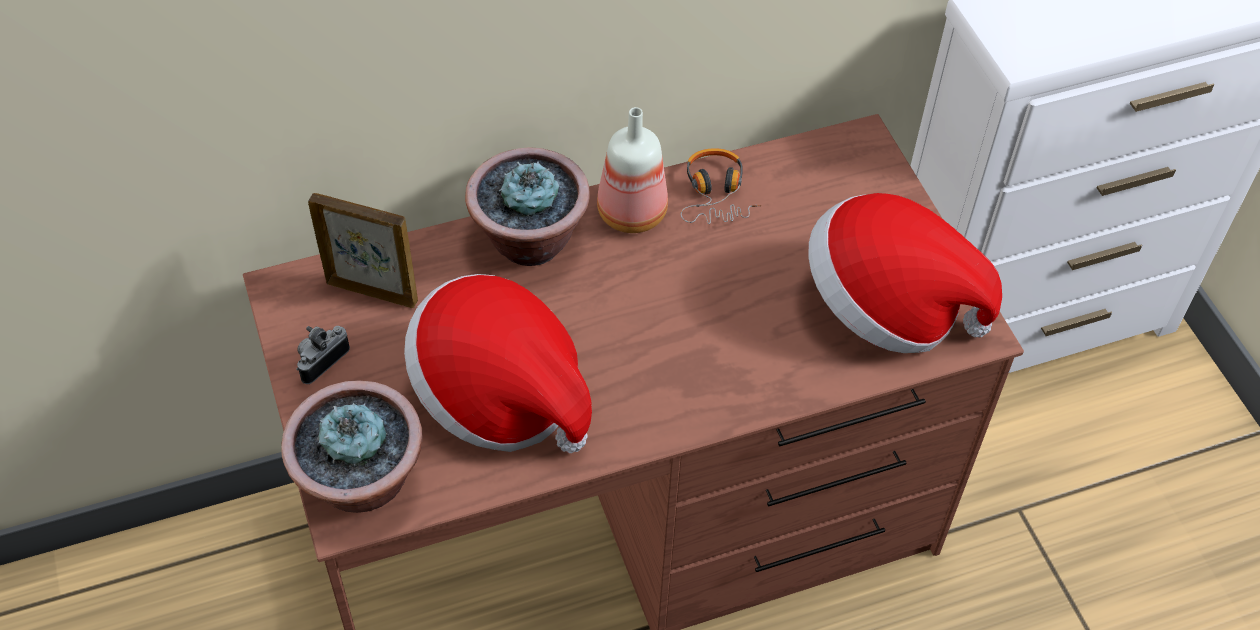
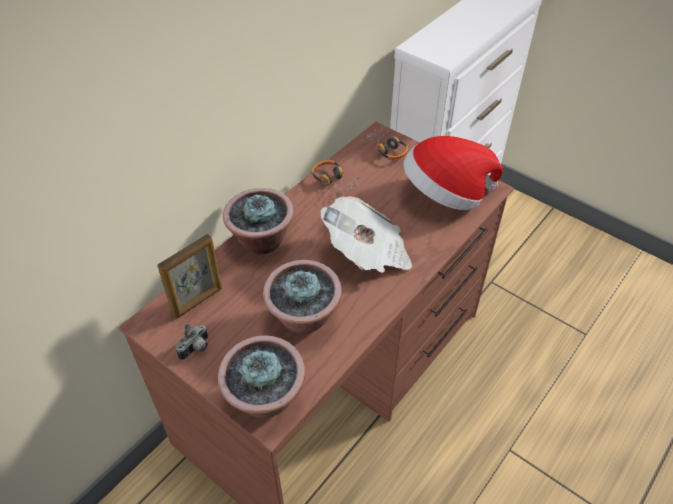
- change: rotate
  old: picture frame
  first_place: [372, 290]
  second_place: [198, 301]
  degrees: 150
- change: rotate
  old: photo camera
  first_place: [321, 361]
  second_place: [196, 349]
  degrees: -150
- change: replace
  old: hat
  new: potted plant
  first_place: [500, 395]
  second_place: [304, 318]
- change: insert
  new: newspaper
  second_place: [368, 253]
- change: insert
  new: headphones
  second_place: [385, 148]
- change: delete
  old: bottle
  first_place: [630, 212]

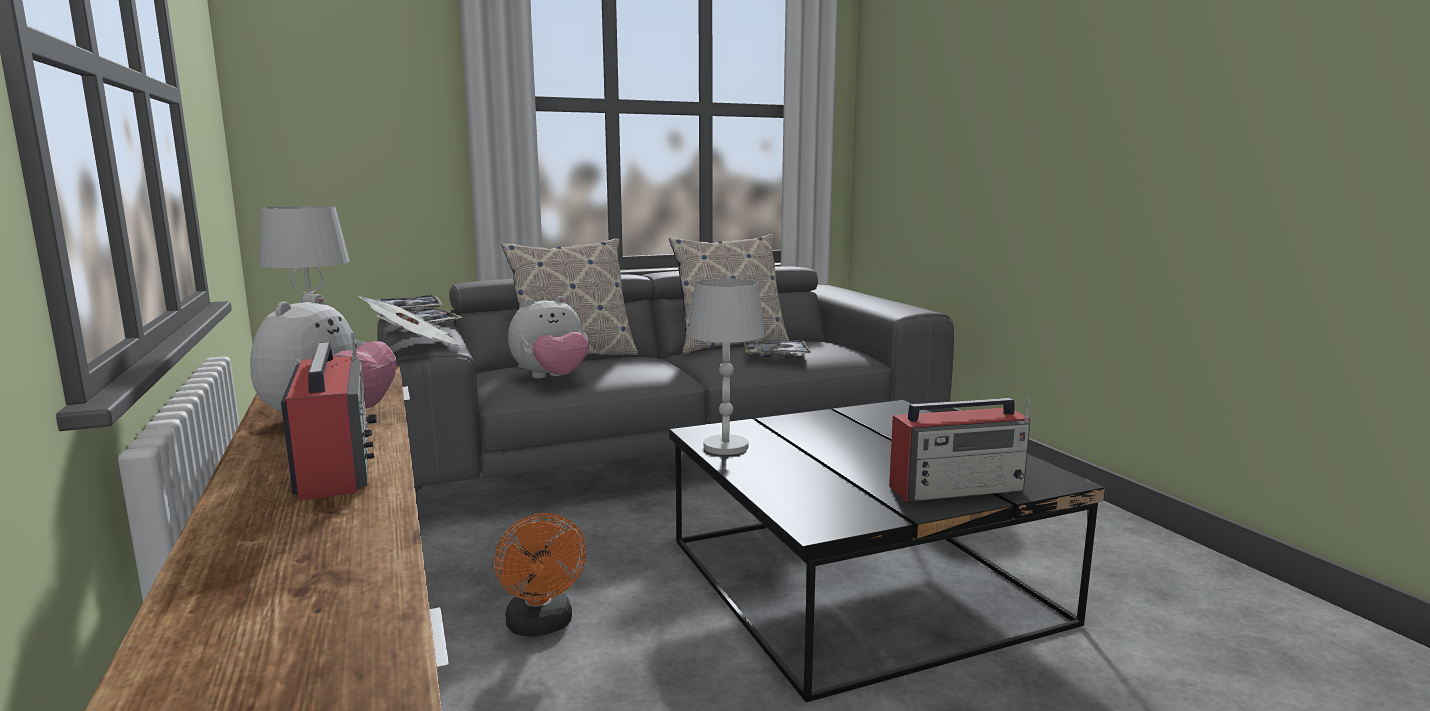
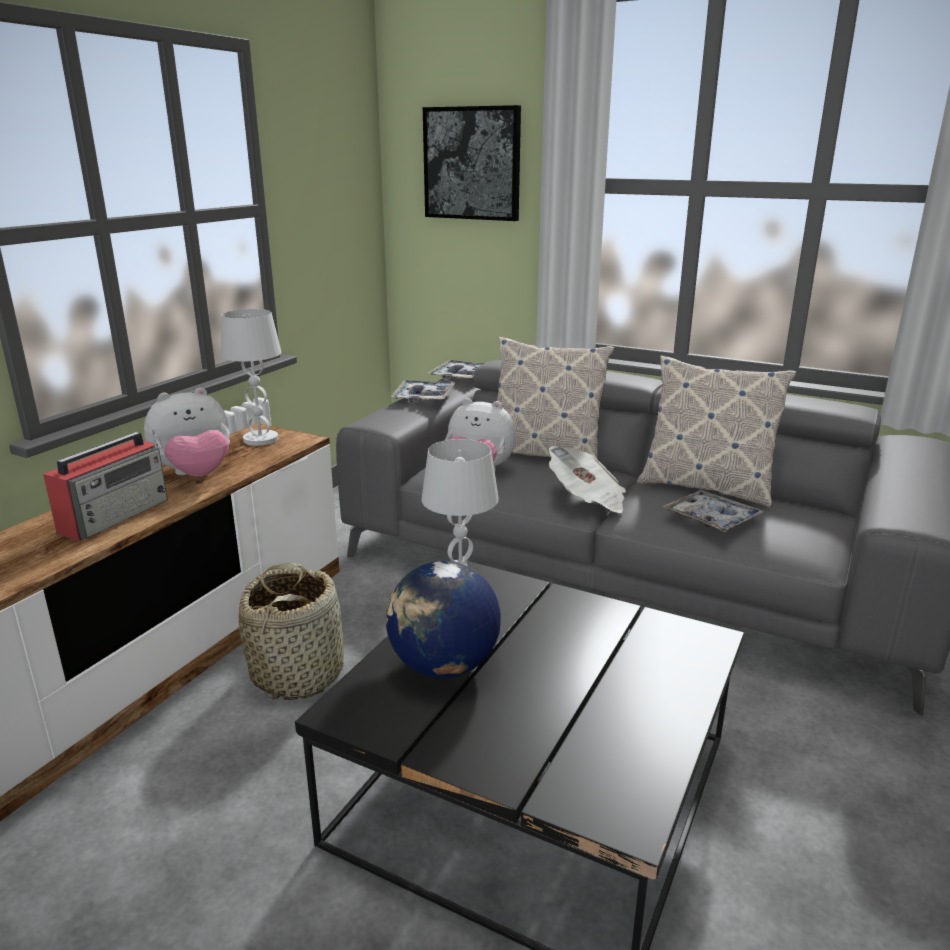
- change: replace
  old: fan (orange)
  new: basket
  first_place: [542, 626]
  second_place: [298, 672]
- change: insert
  new: globe
  second_place: [443, 666]
- change: insert
  new: picture
  second_place: [472, 163]
- change: move
  old: newspaper
  first_place: [415, 346]
  second_place: [587, 499]
- change: delete
  old: radio
  first_place: [958, 489]

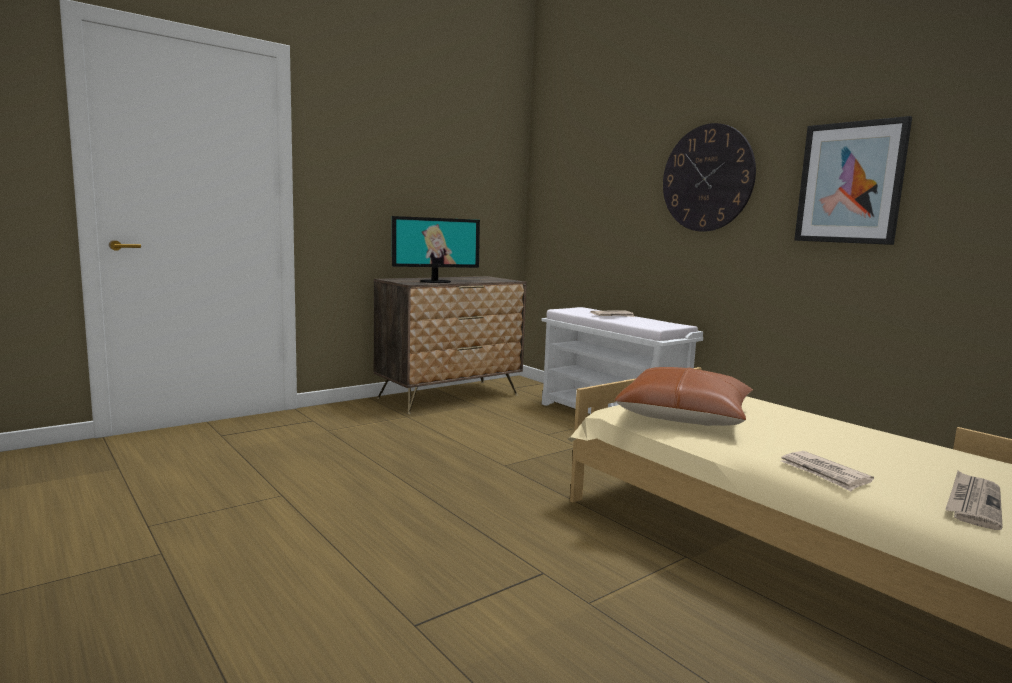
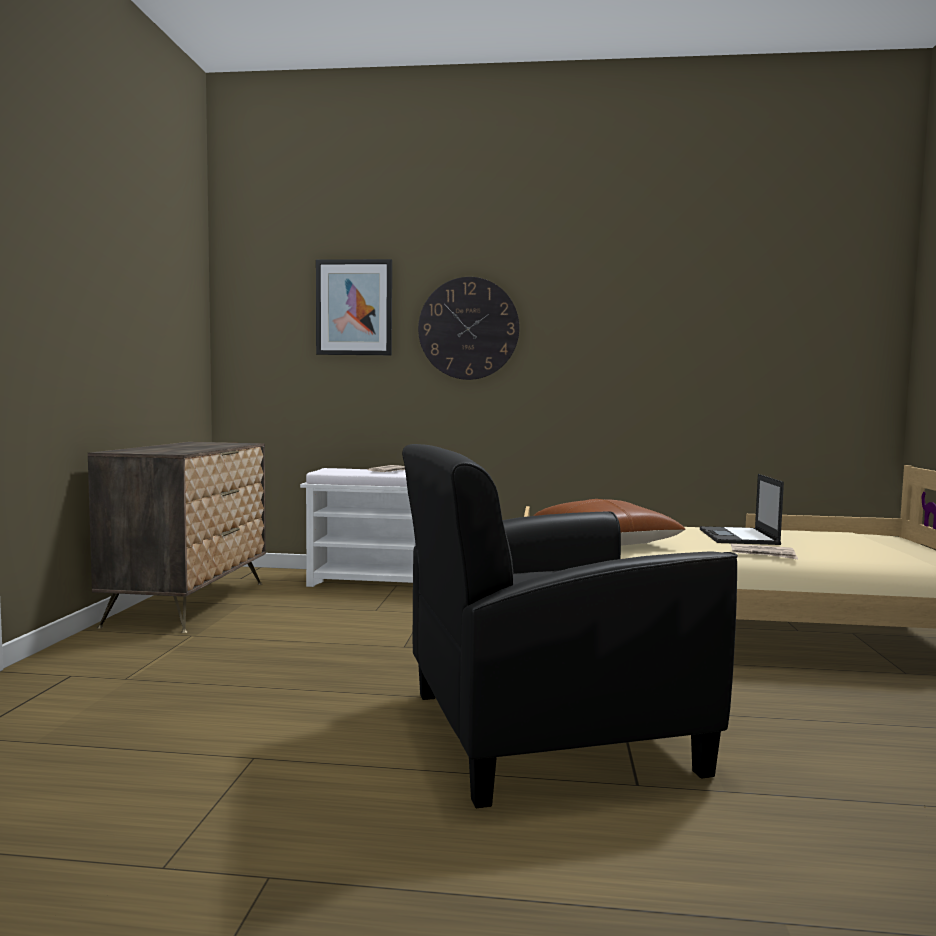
- change: move
  old: picture
  first_place: [850, 183]
  second_place: [354, 307]
- change: insert
  new: armchair (black)
  second_place: [545, 731]
- change: insert
  new: laptop
  second_place: [739, 537]
- change: delete
  old: monitor
  first_place: [435, 281]
- change: delete
  old: newspaper
  first_place: [973, 503]

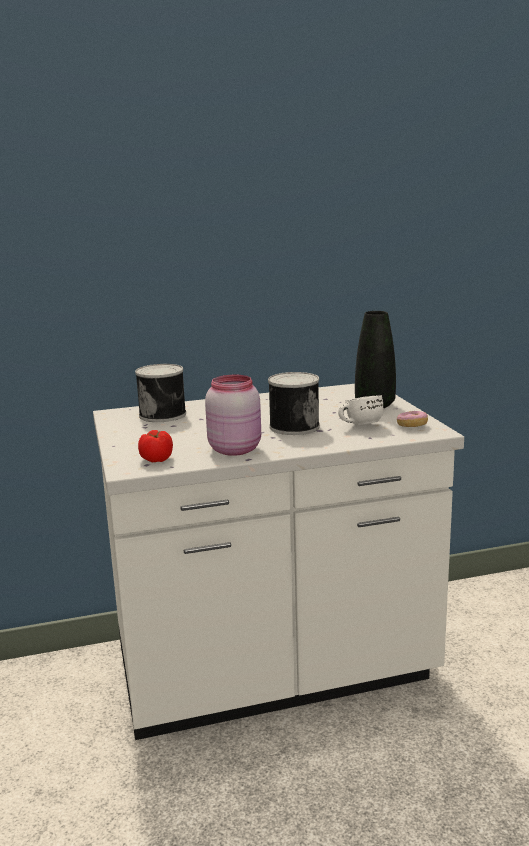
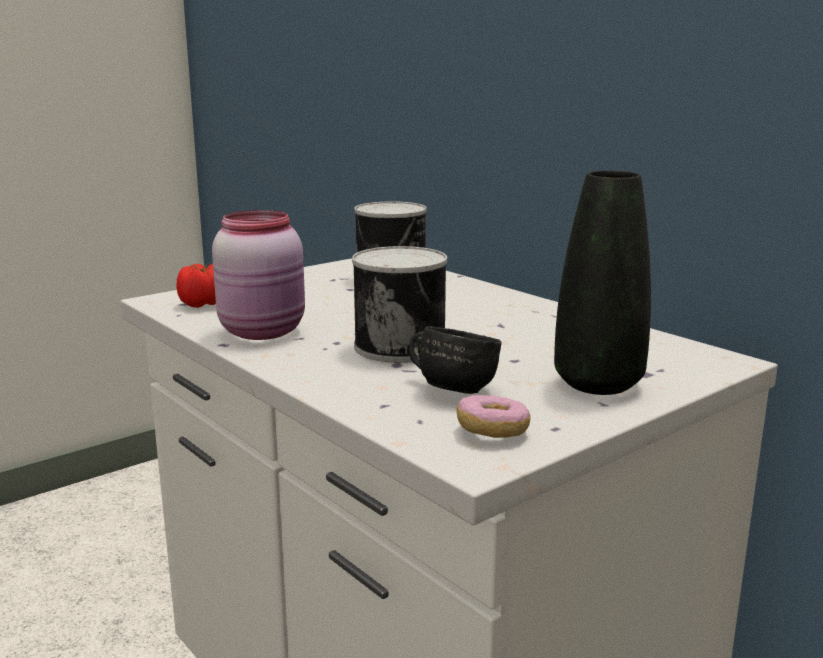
- change: recolor
  old: mug (white)
  new: mug (black)
  first_place: [359, 425]
  second_place: [451, 387]

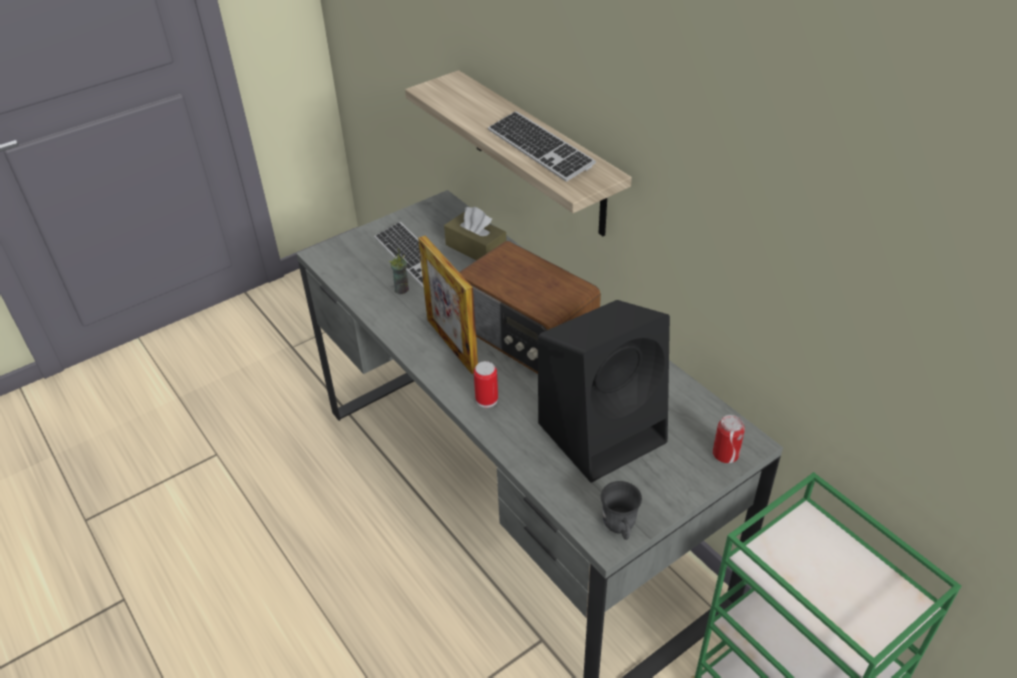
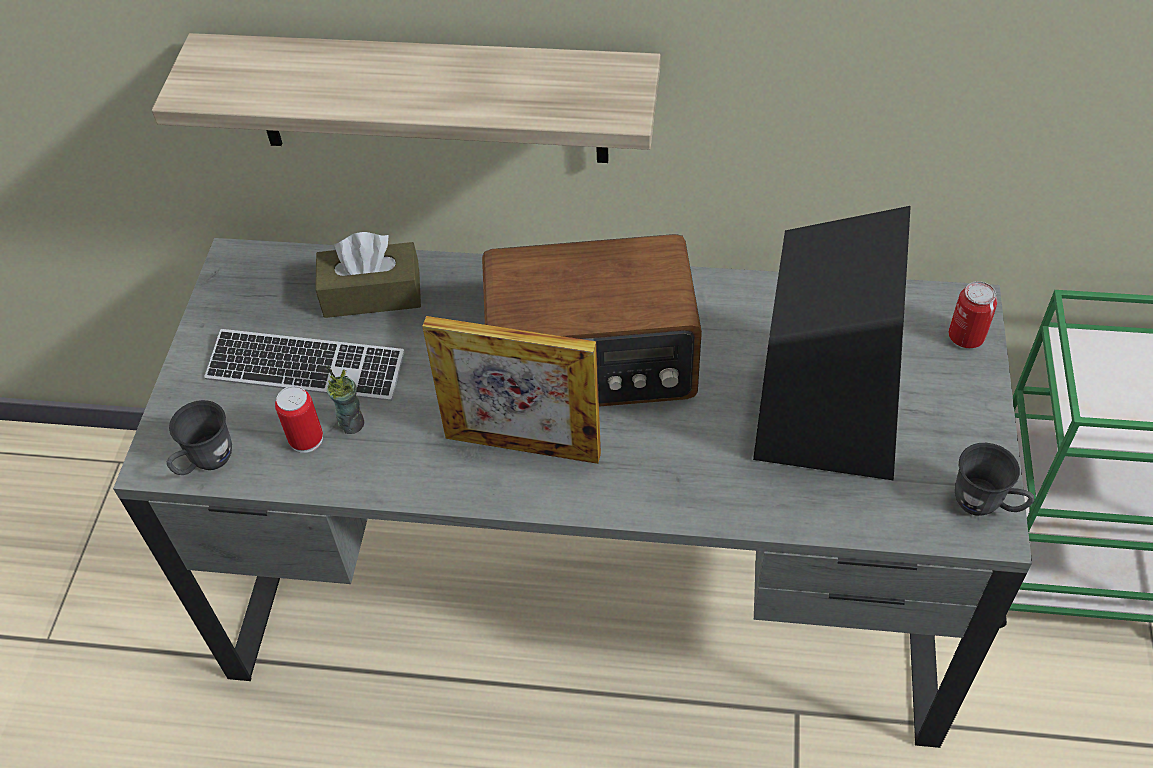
- change: insert
  new: mug (grey)
  second_place: [206, 463]
- change: move
  old: can
  first_place: [486, 400]
  second_place: [306, 439]
- change: delete
  old: keyboard
  first_place: [539, 149]

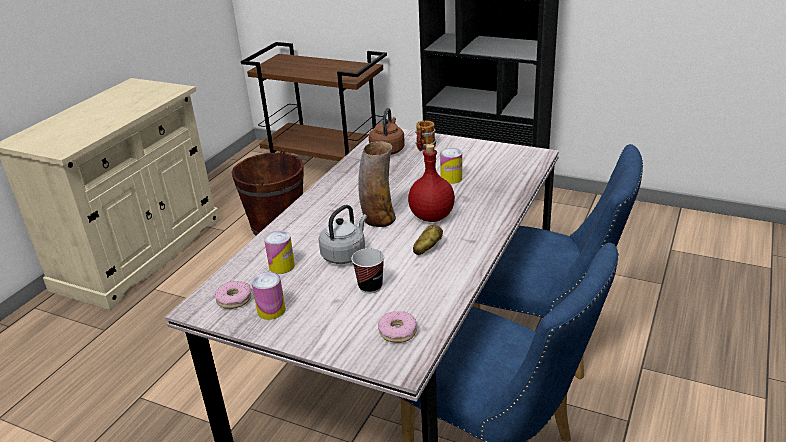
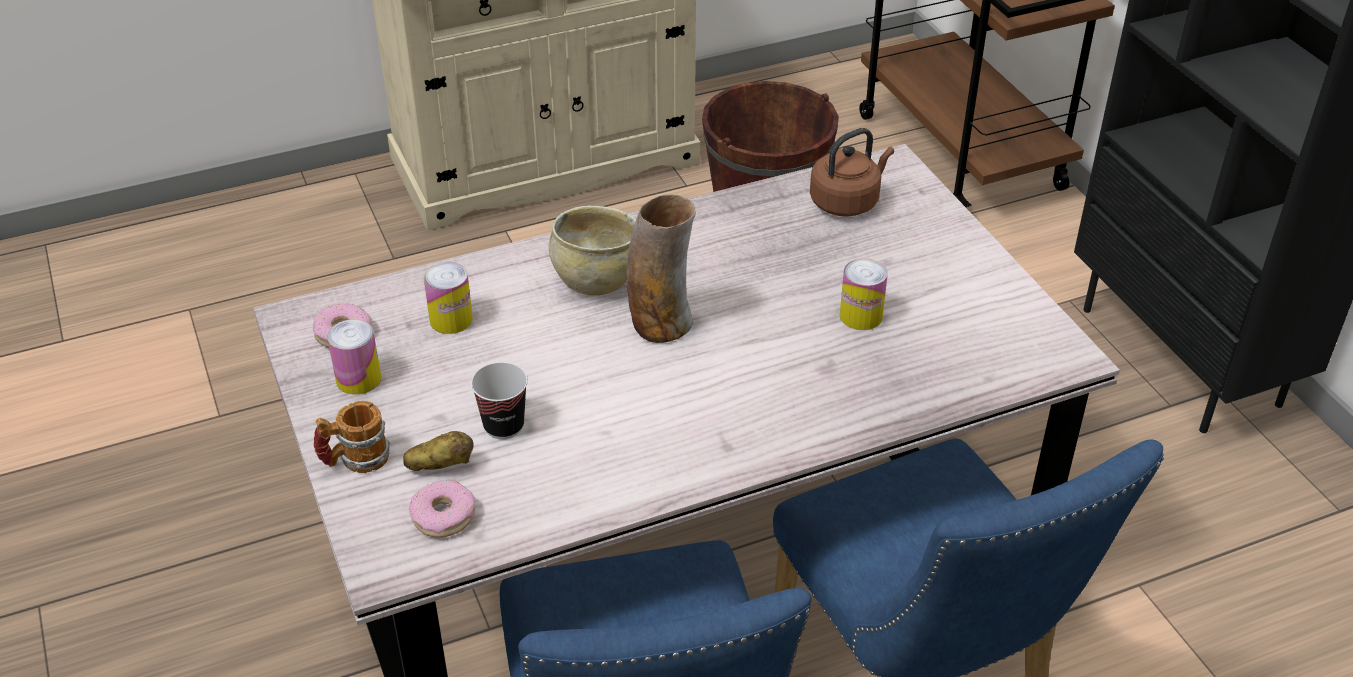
- change: move
  old: mug
  first_place: [424, 147]
  second_place: [355, 460]
- change: move
  old: potato
  first_place: [427, 248]
  second_place: [441, 465]
- change: insert
  new: bowl (beige)
  second_place: [596, 278]
- change: delete
  old: kettle (grey)
  first_place: [345, 254]
- change: delete
  old: bottle (red)
  first_place: [432, 217]

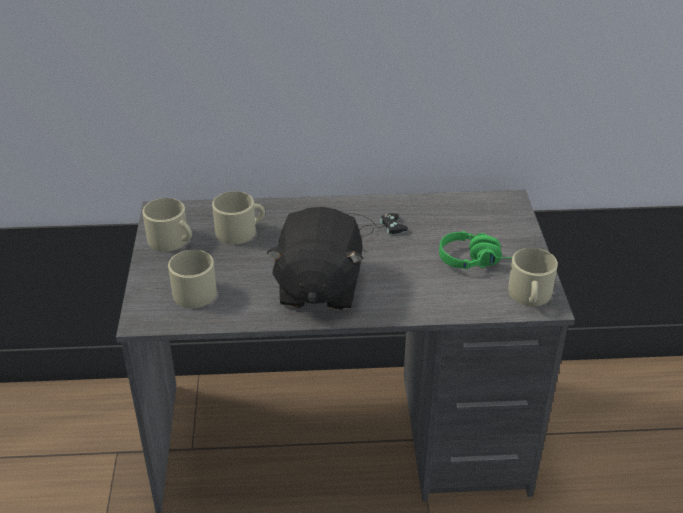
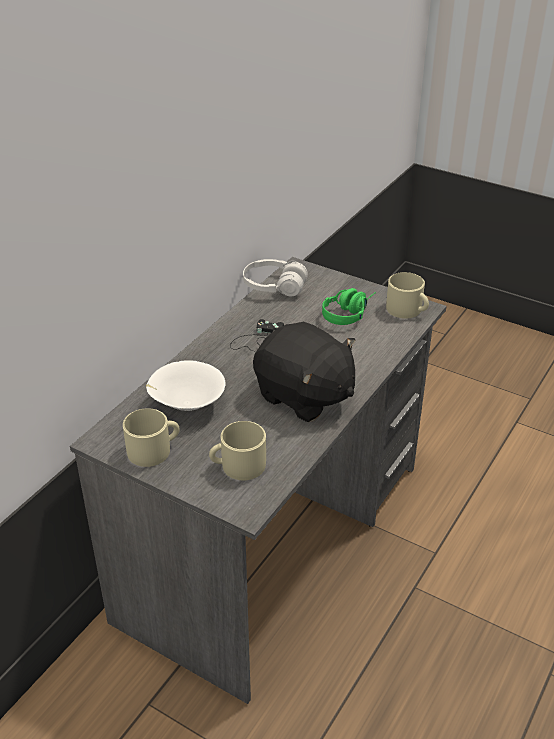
- change: replace
  old: mug (beige)
  new: bowl (white)
  first_place: [241, 231]
  second_place: [186, 405]
- change: insert
  new: headphones (white)
  second_place: [274, 286]

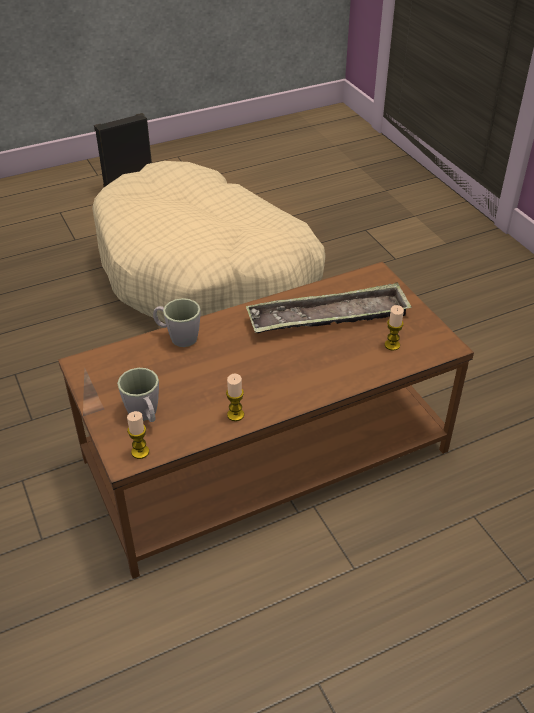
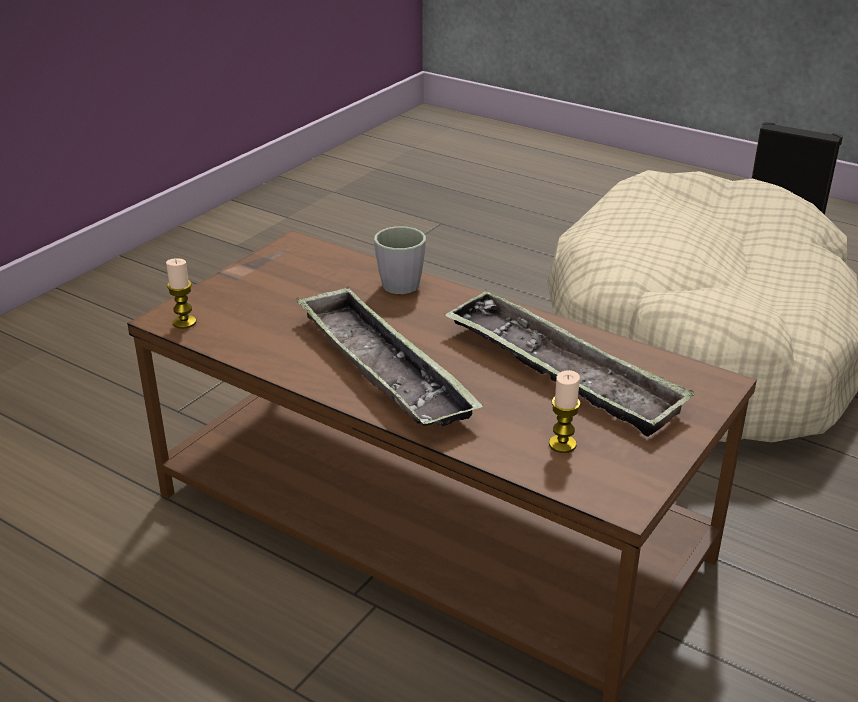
- change: insert
  new: tray
  second_place: [382, 368]
- change: delete
  old: mug (grey)
  first_place: [145, 415]
- change: delete
  old: candle
  first_place: [235, 415]

